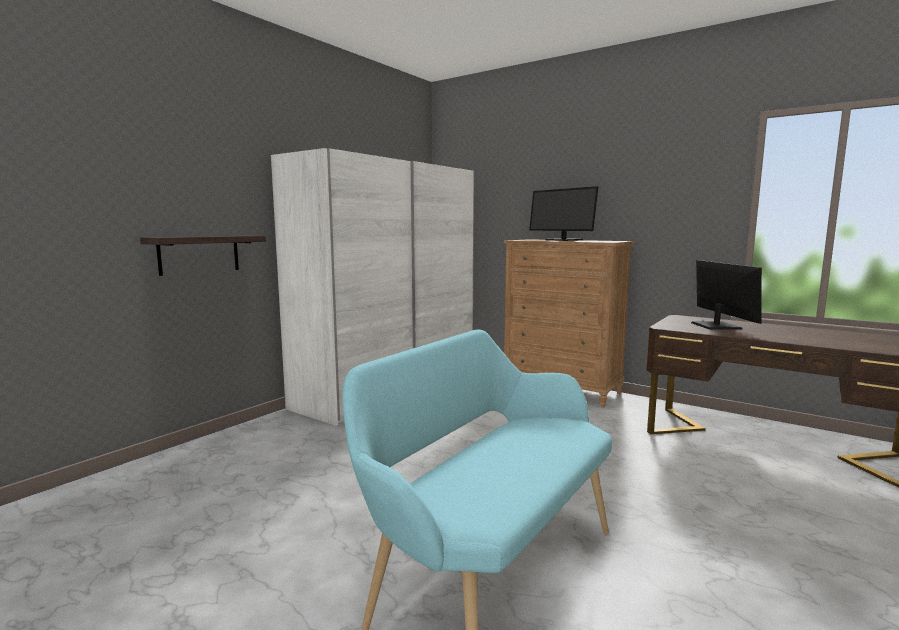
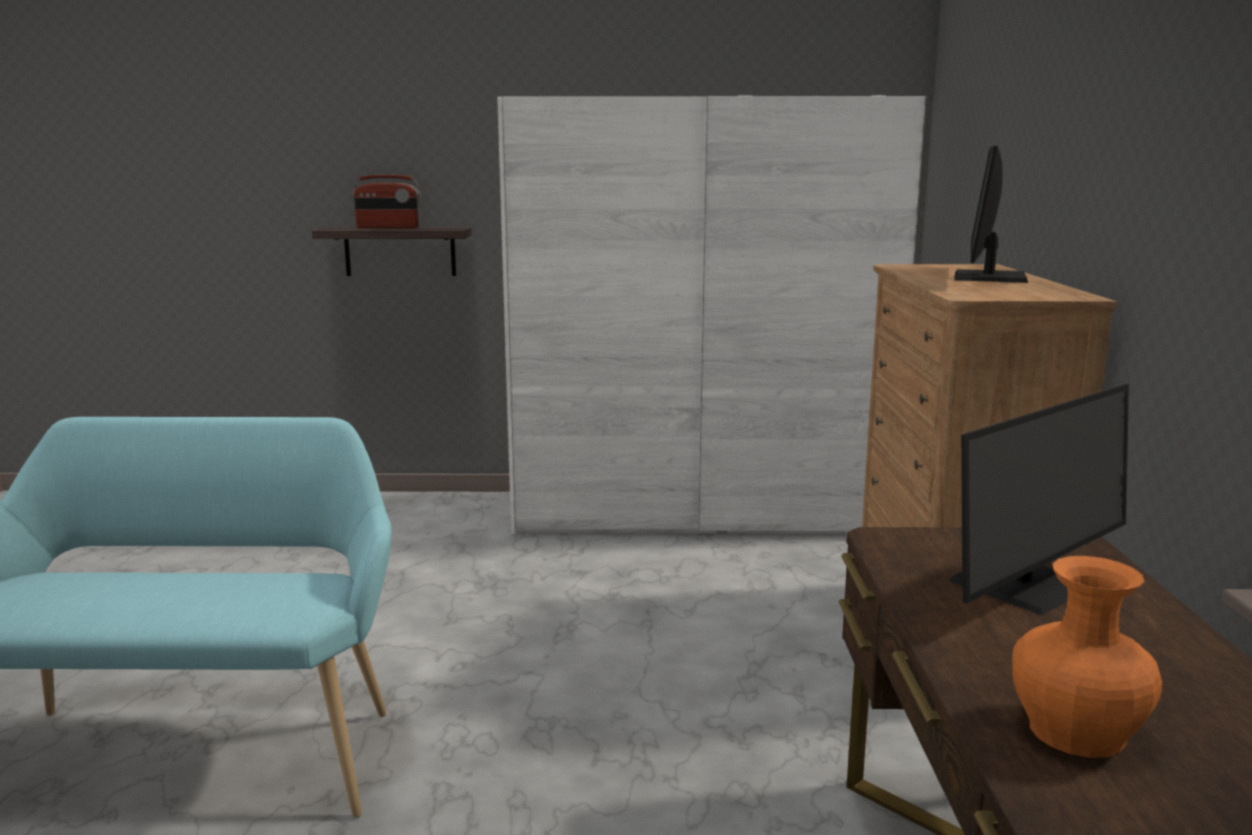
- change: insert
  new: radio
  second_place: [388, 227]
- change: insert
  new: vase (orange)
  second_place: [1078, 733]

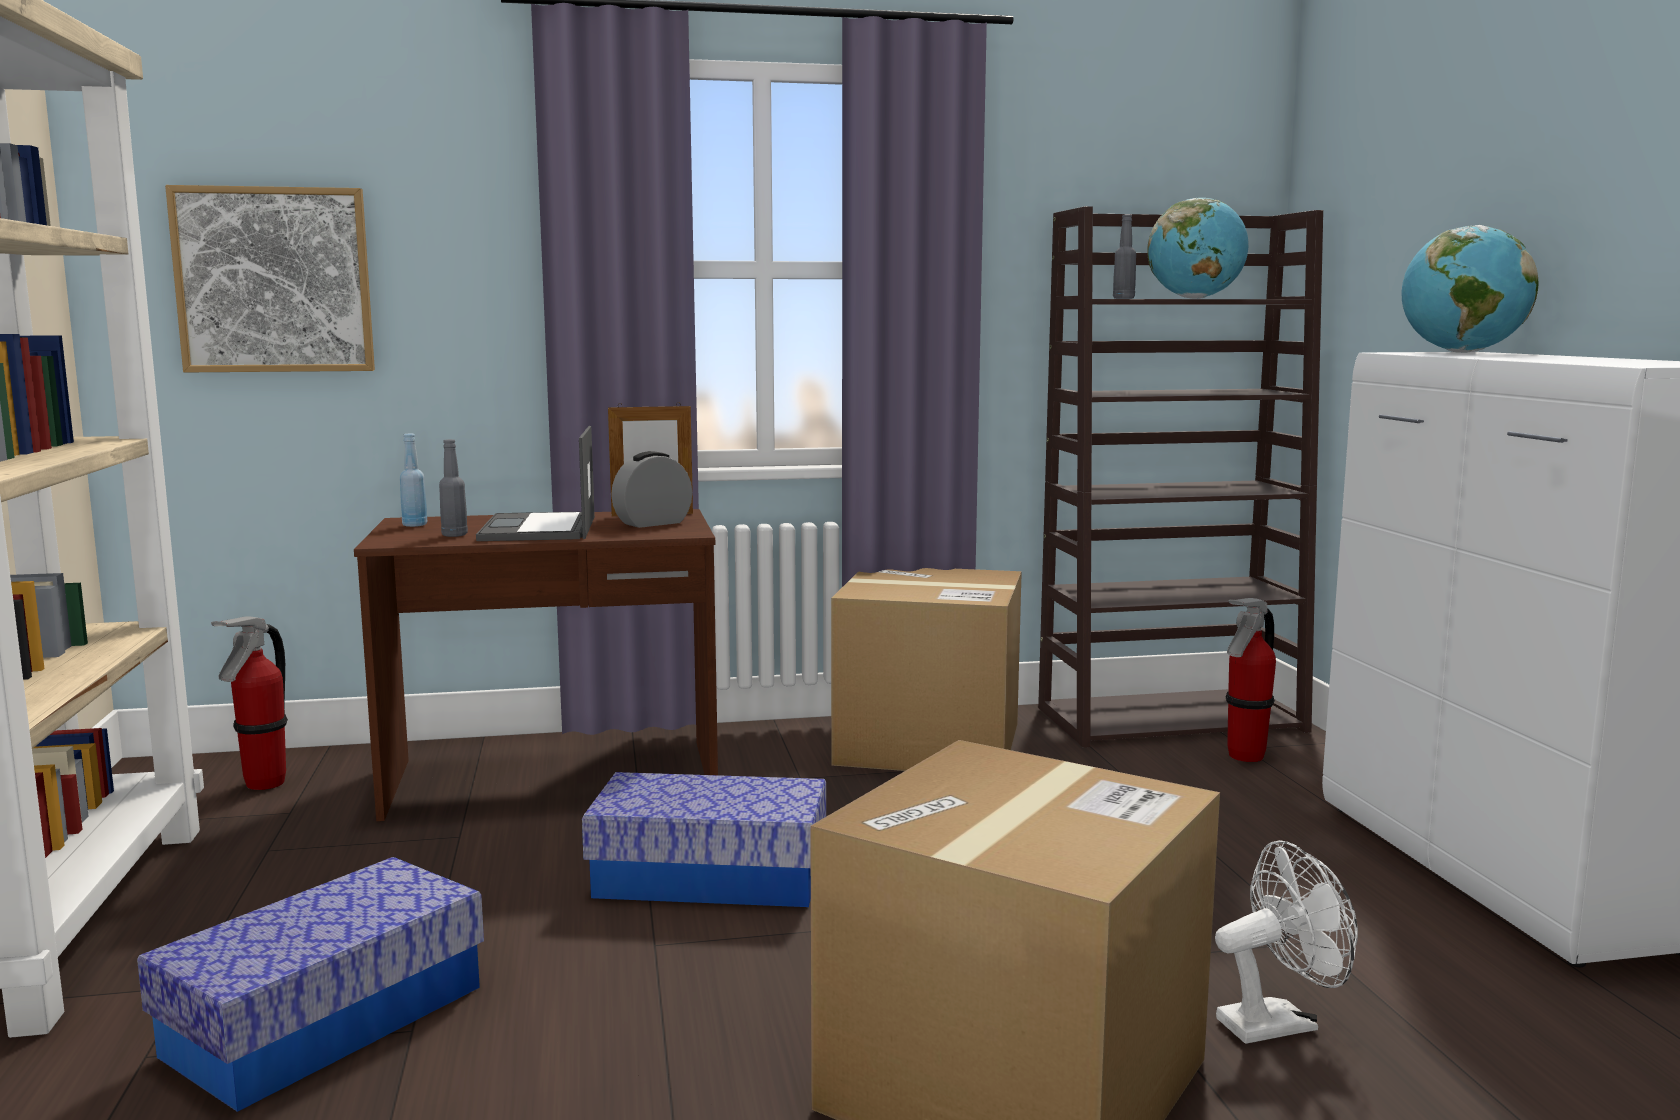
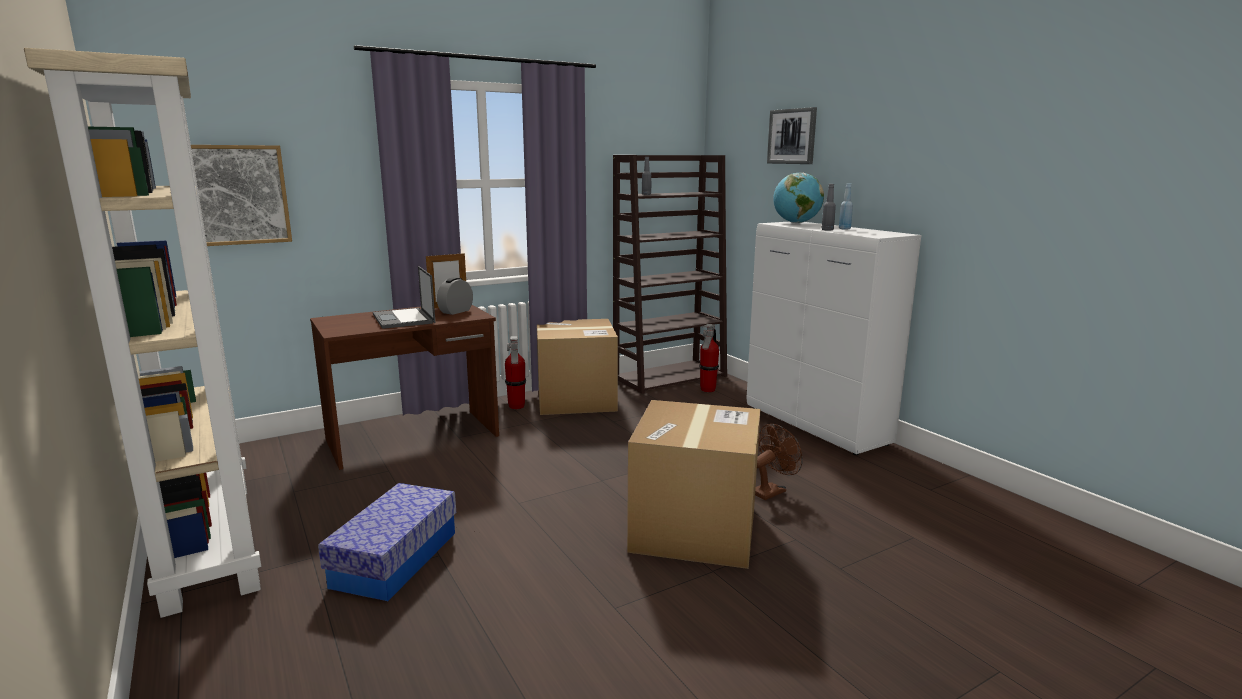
- change: move
  old: fire extinguisher
  first_place: [264, 784]
  second_place: [516, 407]
- change: recolor
  old: fan (white)
  new: fan (brown)
  first_place: [1278, 1022]
  second_place: [771, 491]
- change: insert
  new: picture
  second_place: [792, 136]
- change: move
  old: bottle (grey)
  first_place: [454, 535]
  second_place: [827, 230]
- change: move
  old: bottle (blue)
  first_place: [414, 525]
  second_place: [844, 229]
- change: delete
  old: storage box
  first_place: [710, 877]
- change: delete
  old: globe
  first_place: [1195, 298]

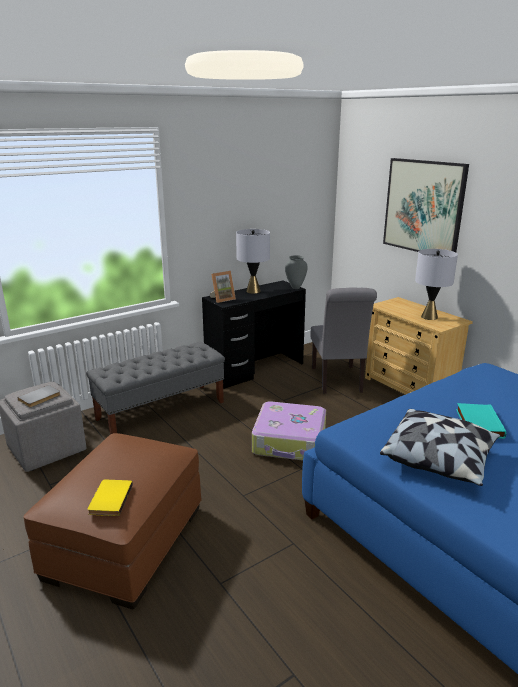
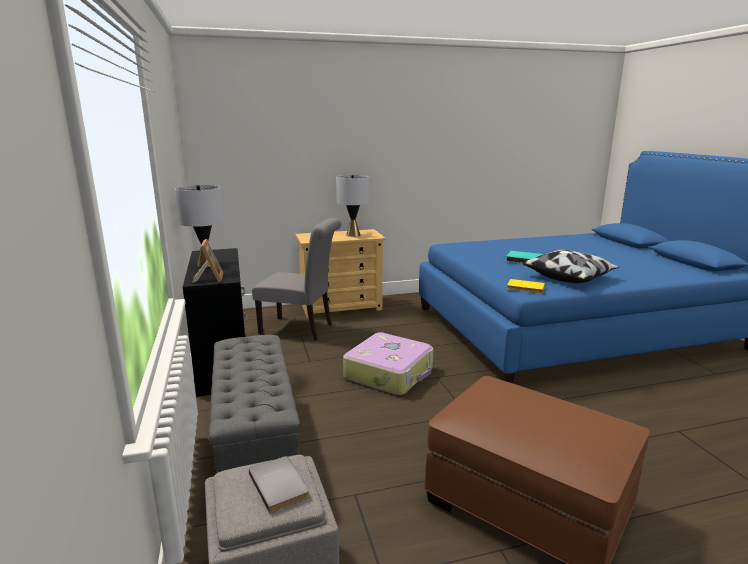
- change: move
  old: book (yellow)
  first_place: [109, 499]
  second_place: [525, 288]
- change: delete
  old: vase (grey)
  first_place: [295, 288]
- change: delete
  old: picture
  first_place: [423, 207]

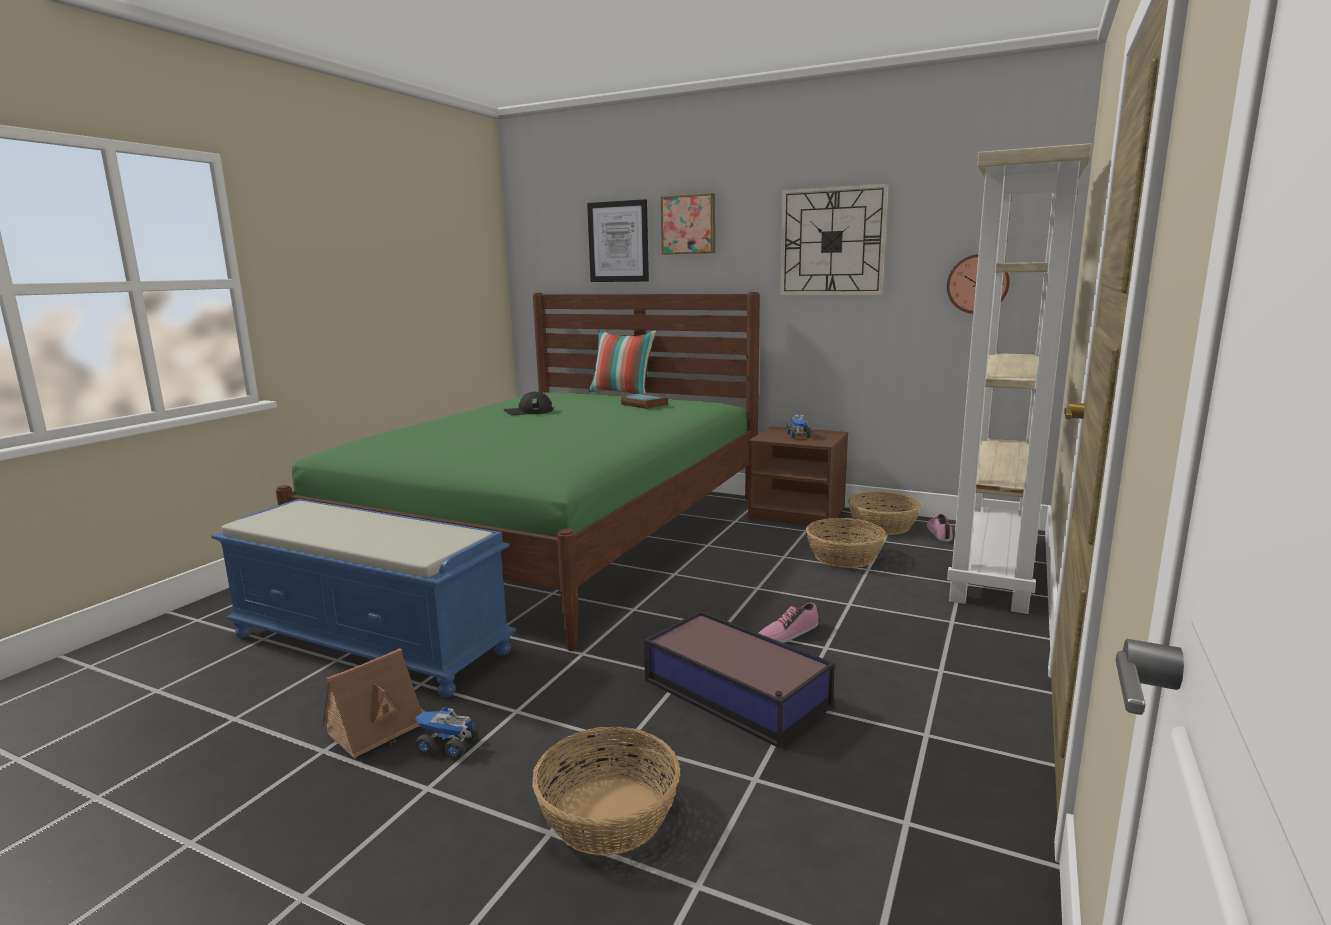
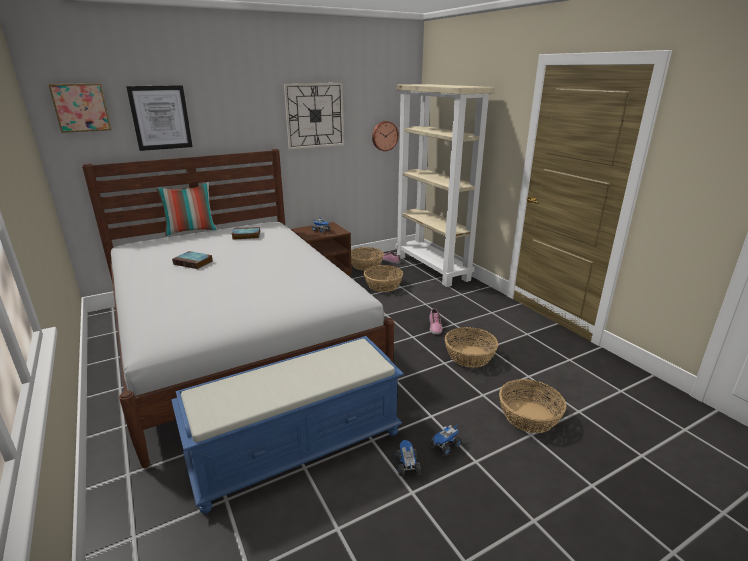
- change: move
  old: picture
  first_place: [689, 224]
  second_place: [81, 107]
- change: recolor
  old: bed (green)
  new: bed (white)
  first_place: [557, 536]
  second_place: [238, 339]
- change: replace
  old: cap (black)
  new: book
  first_place: [528, 411]
  second_place: [194, 263]
- change: replace
  old: toy house
  new: toy truck
  first_place: [380, 728]
  second_place: [406, 465]
- change: replace
  old: storage box
  new: basket
  first_place: [736, 694]
  second_place: [470, 356]

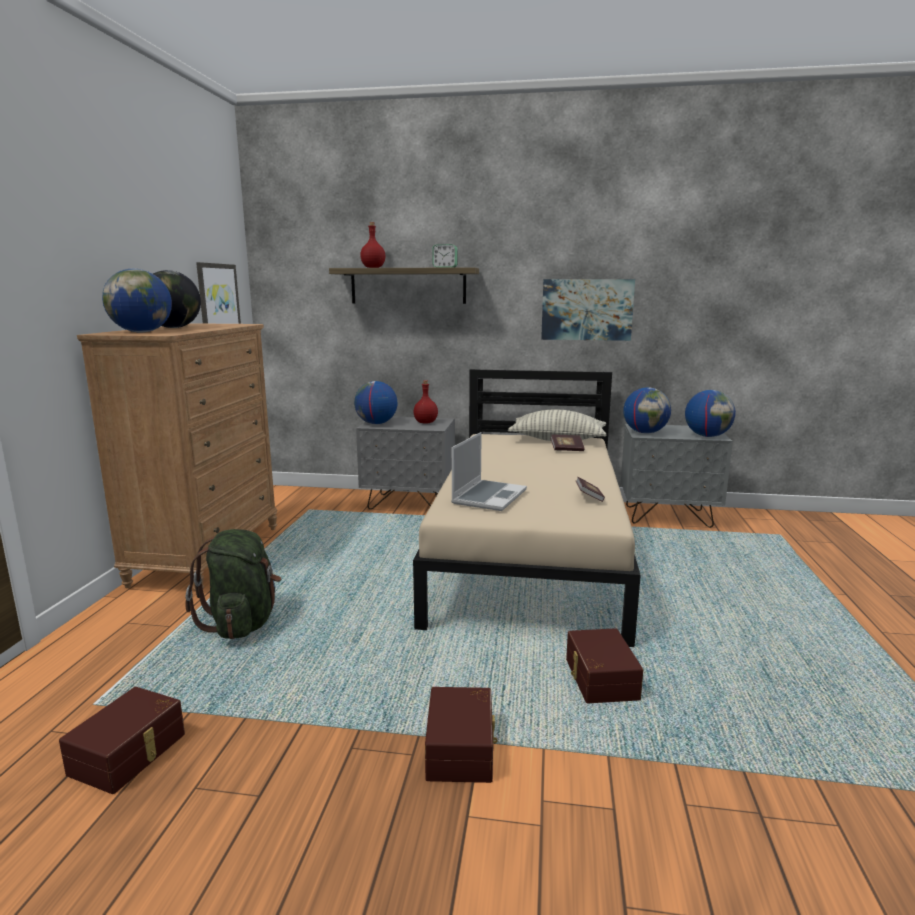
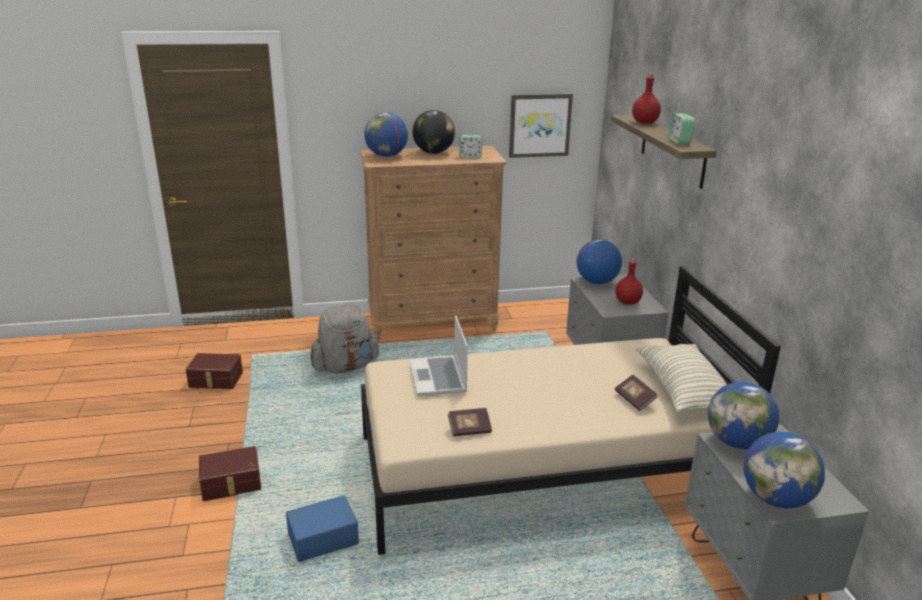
- change: recolor
  old: storage box (brown)
  new: storage box (blue)
  first_place: [599, 679]
  second_place: [322, 537]
- change: recolor
  old: backpack (green)
  new: backpack (grey)
  first_place: [242, 623]
  second_place: [345, 366]
- change: rotate
  old: laptop
  first_place: [489, 496]
  second_place: [439, 378]
  degrees: 75
- change: insert
  new: alarm clock
  second_place: [470, 156]
- change: delete
  old: picture
  first_place: [586, 309]

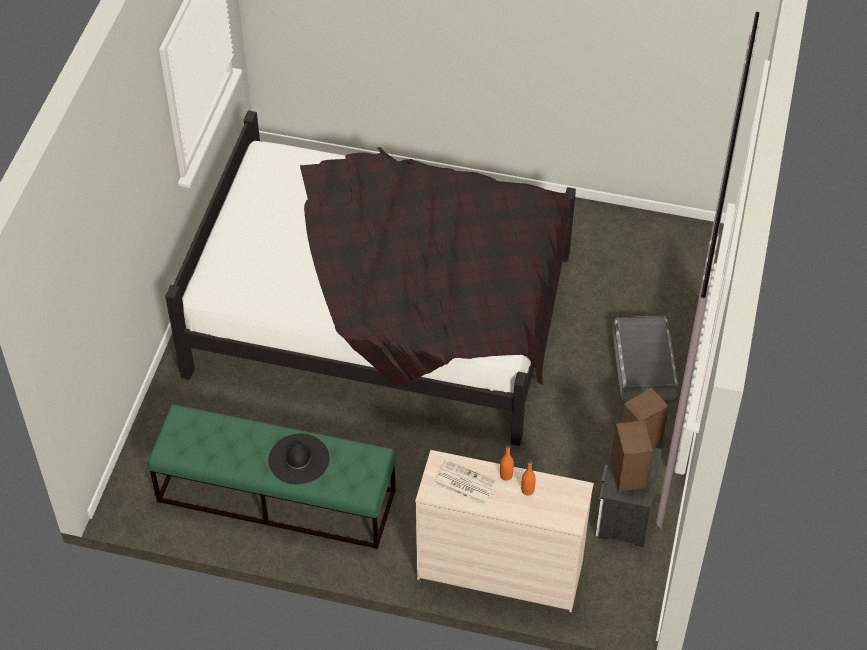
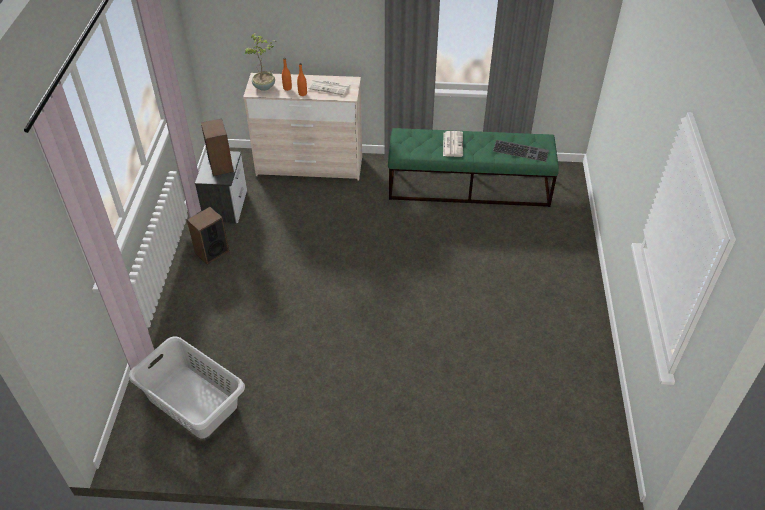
- change: insert
  new: laundry basket (grey)
  second_place: [193, 401]
- change: insert
  new: potted plant
  second_place: [264, 87]
- change: replace
  old: hat (black)
  new: newspaper
  first_place: [299, 459]
  second_place: [452, 144]
- change: insert
  new: keyboard
  second_place: [521, 150]
- change: delete
  old: bed (black)
  first_place: [384, 312]
- change: delete
  old: storage box (grey)
  first_place: [643, 365]

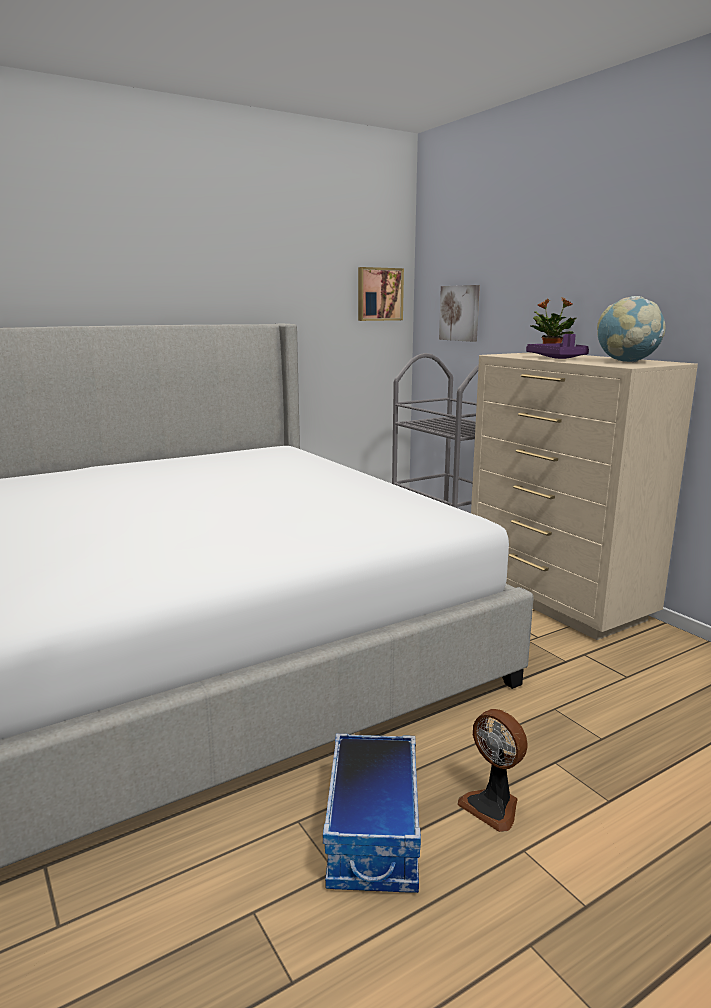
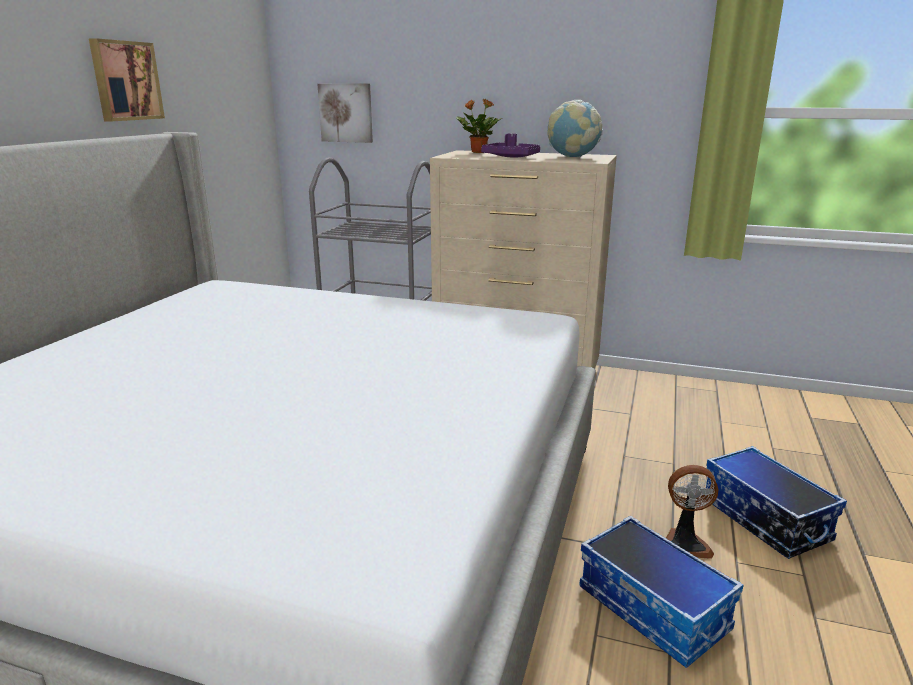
- change: move
  old: picture
  first_place: [379, 294]
  second_place: [125, 81]
- change: insert
  new: storage box
  second_place: [763, 519]

